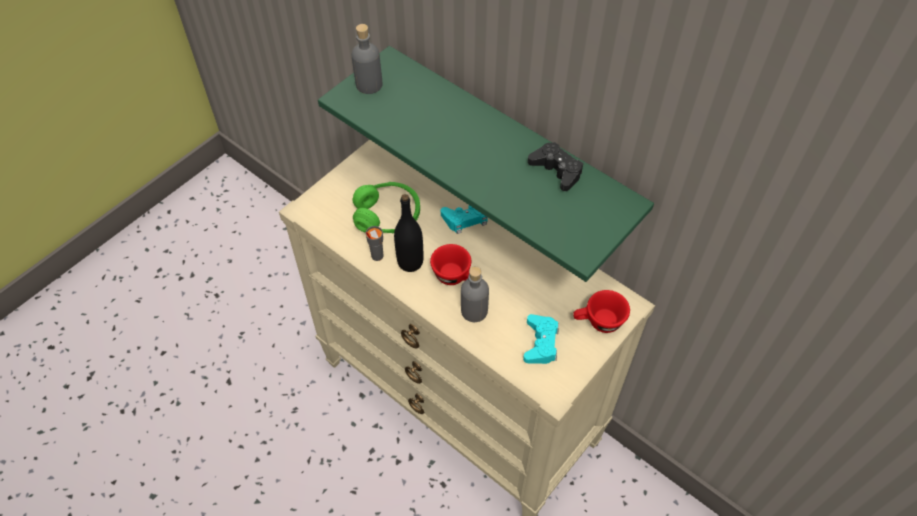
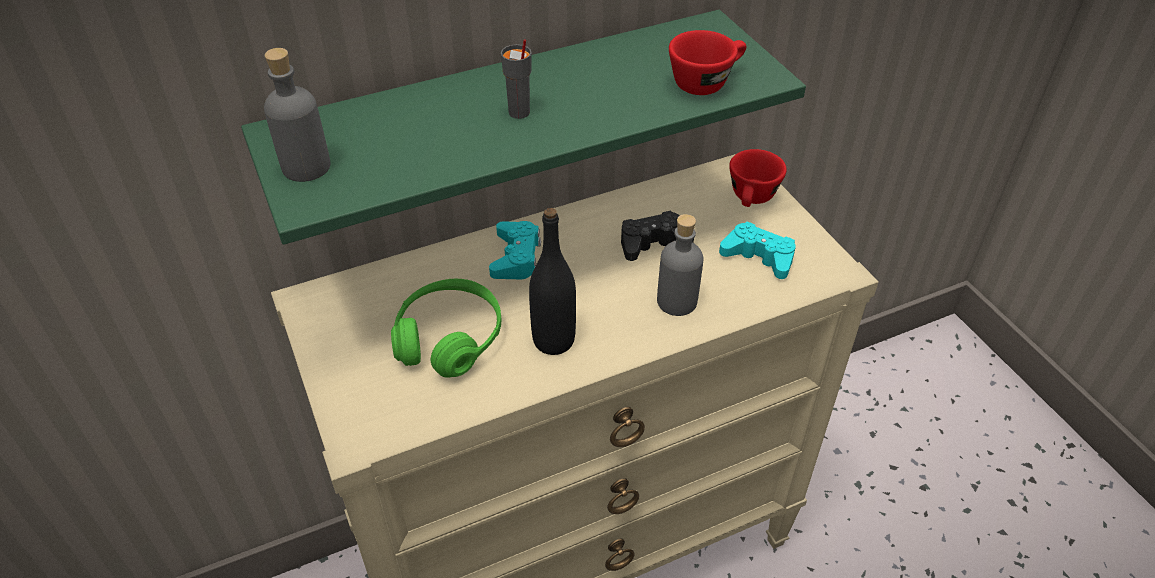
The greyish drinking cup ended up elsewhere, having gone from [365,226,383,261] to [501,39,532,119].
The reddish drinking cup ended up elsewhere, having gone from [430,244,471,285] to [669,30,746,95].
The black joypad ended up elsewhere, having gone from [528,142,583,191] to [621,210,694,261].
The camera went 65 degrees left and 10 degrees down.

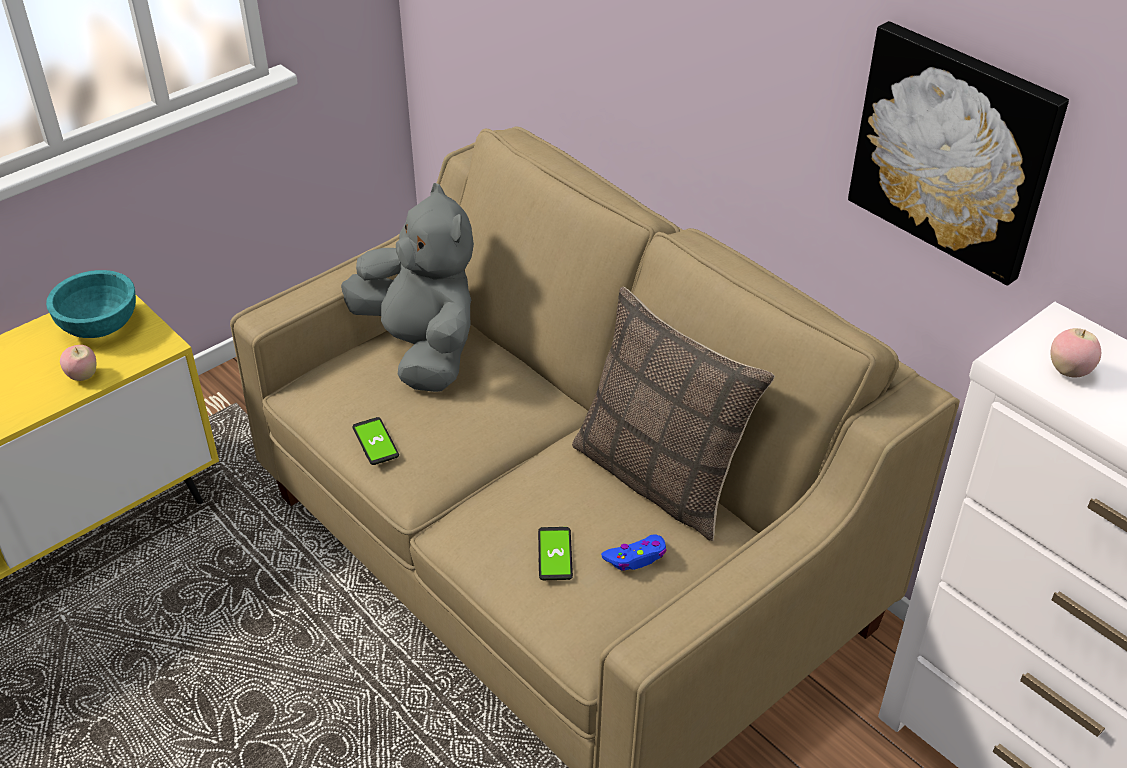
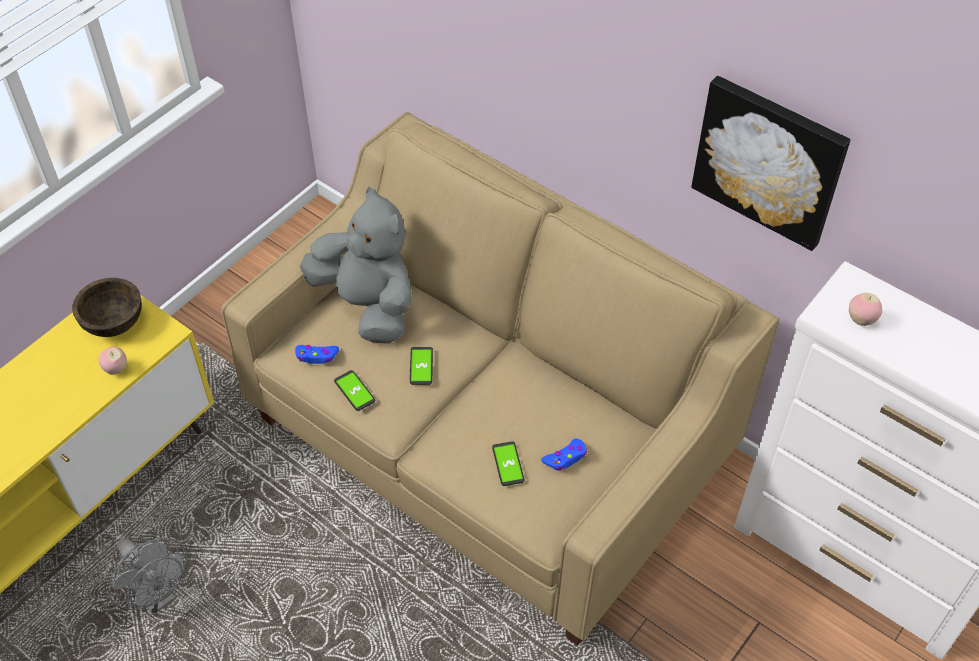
The second view lost the throw pillow at [572,287,775,541].
The second view gained the greyish fan at [109,538,187,615].
The second view gained the blue joypad at [295,345,339,364].
The second view gained the handset at [410,347,433,385].
What was the turquoise serving bowl at [46,270,136,338] turned into the brown serving bowl at [72,278,142,337].
The camera went 10 degrees left and 10 degrees up.

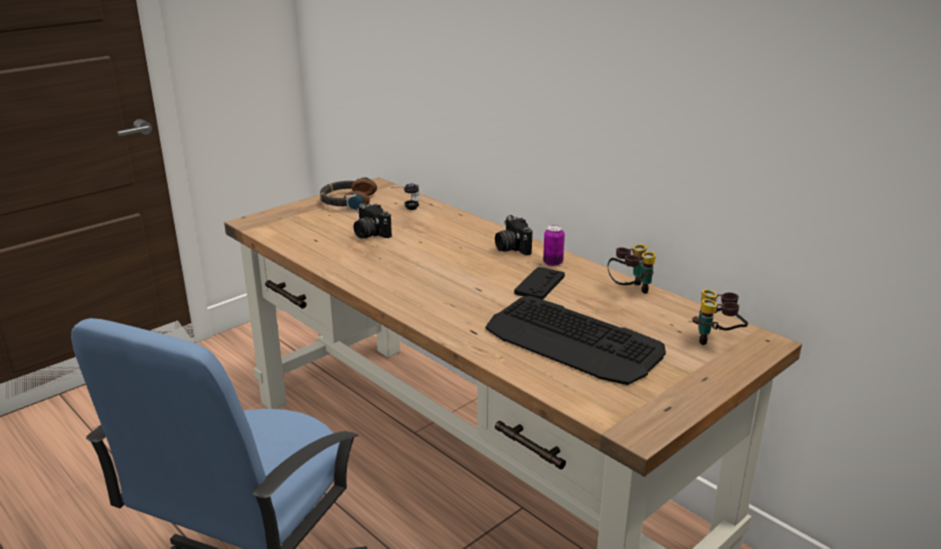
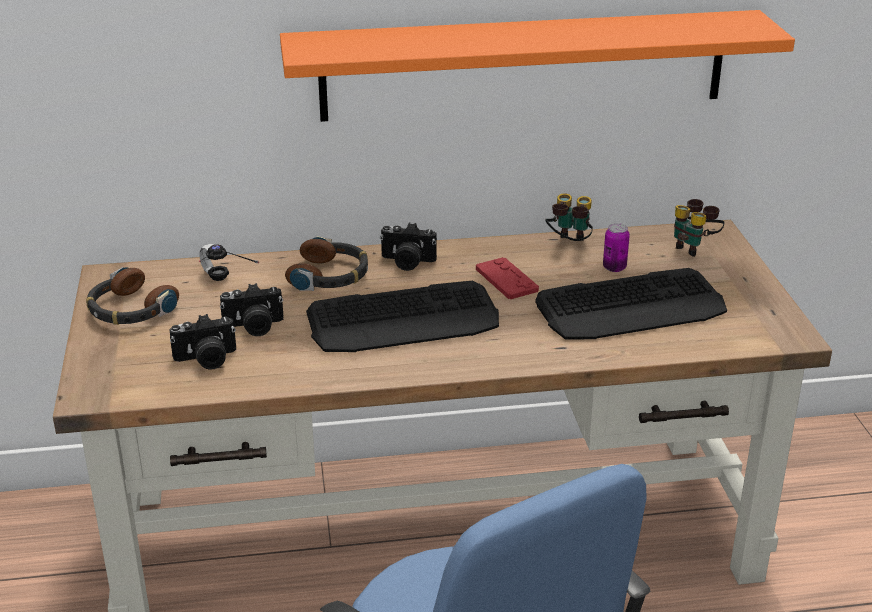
The second view gained the photo camera at [169,314,236,370].
The second view gained the orange-coloured wall shelf at [280,10,795,122].
The second view gained the headphones at [285,236,368,291].
The second view gained the PC keyboard at [306,281,499,352].
The can ended up elsewhere, having gone from [543,225,565,266] to [603,223,630,272].
What was the black joypad at [514,267,565,300] turned into the reddish joypad at [476,257,539,299].
The camera went 55 degrees left and 5 degrees up.

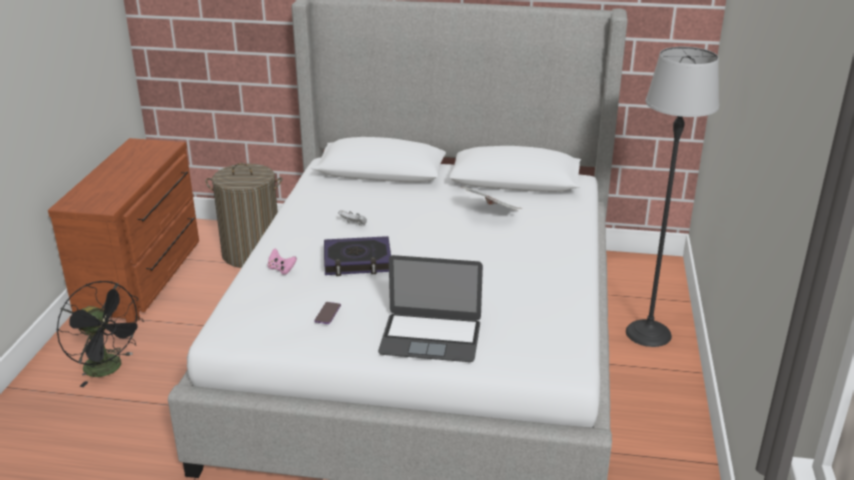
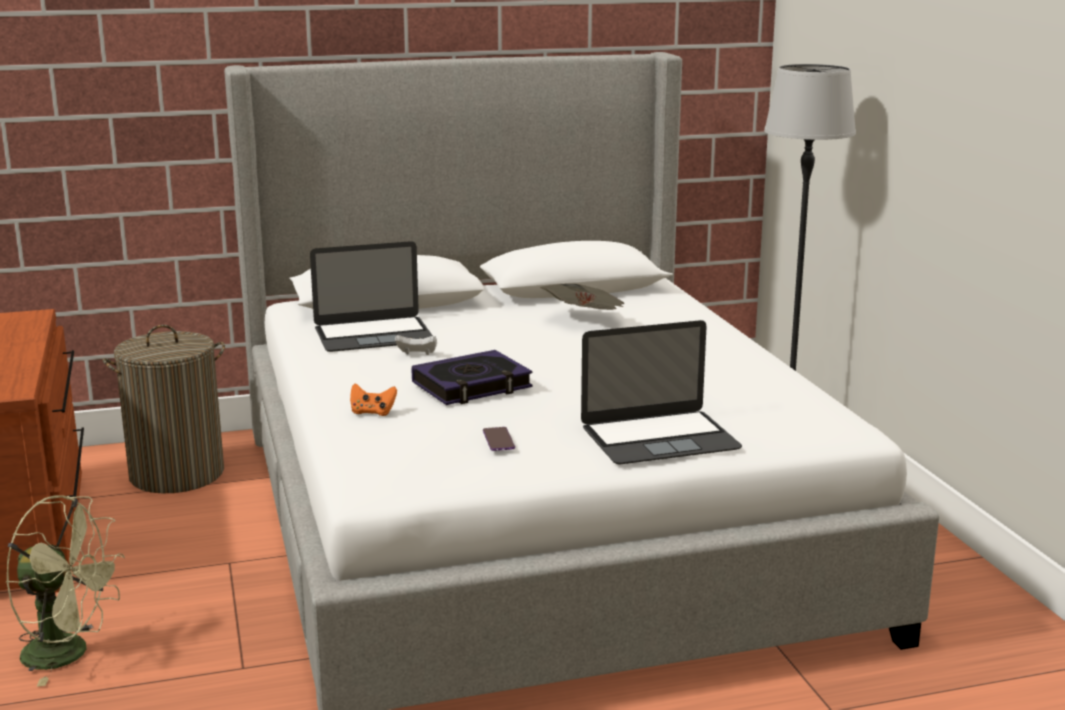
The second view gained the laptop at [310,241,433,352].
What was the black fan at [56,281,144,387] turned into the greenish fan at [6,495,125,687].
What was the pinkish joypad at [268,249,297,275] turned into the orange-coloured joypad at [350,384,397,416].
The camera went 25 degrees left and 10 degrees down.

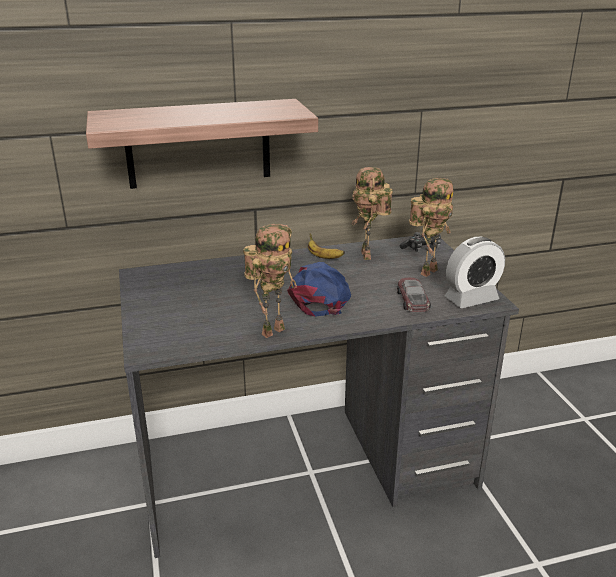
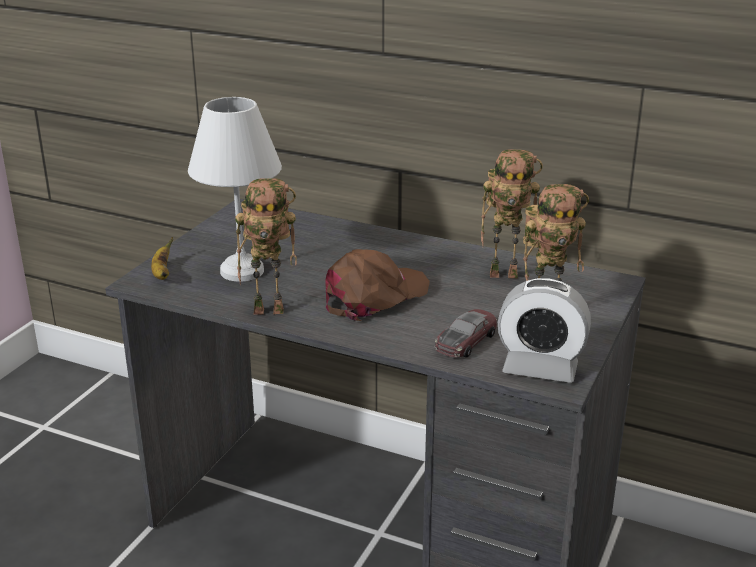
The second view lost the wall shelf at [86,99,318,189].
The second view lost the joypad at [399,232,441,252].
The second view gained the whitish tabletop lamp at [188,97,282,282].
The banana fruit ended up elsewhere, having gone from [308,233,345,259] to [151,237,173,280].
What was the blue cap at [287,262,351,317] turned into the brown cap at [325,249,430,321].
The model robot at [352,167,393,260] ended up facing another way, 120 degrees counterclockwise from before.
The camera went 40 degrees right and 0 degrees up.

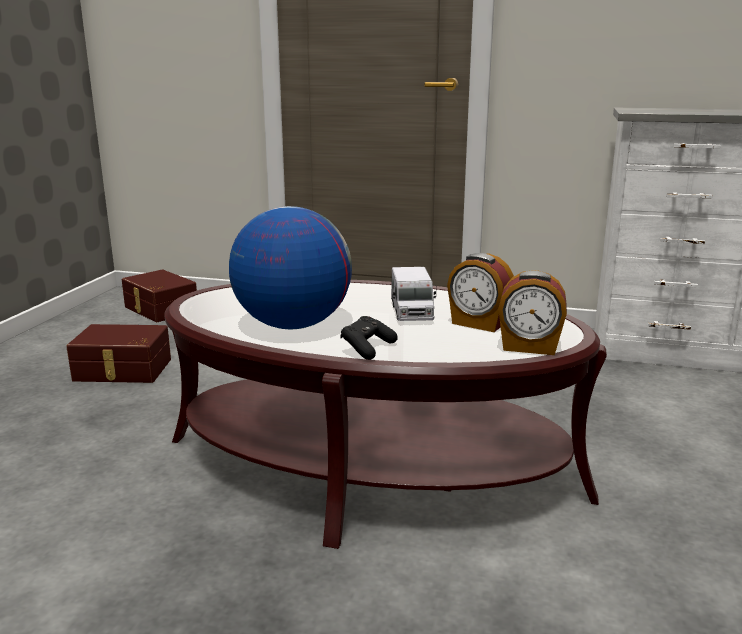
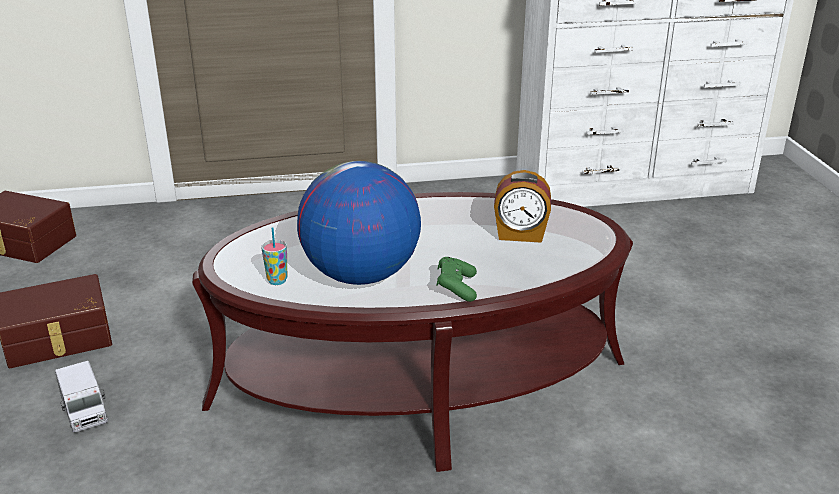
The second view lost the bedside clock at [498,270,567,355].
The second view gained the drinking cup at [261,227,287,285].
The model truck ended up elsewhere, having gone from [391,267,436,321] to [55,361,108,432].
What was the black joypad at [340,316,398,360] turned into the greenish joypad at [436,257,477,302].
The camera went 25 degrees left and 10 degrees up.

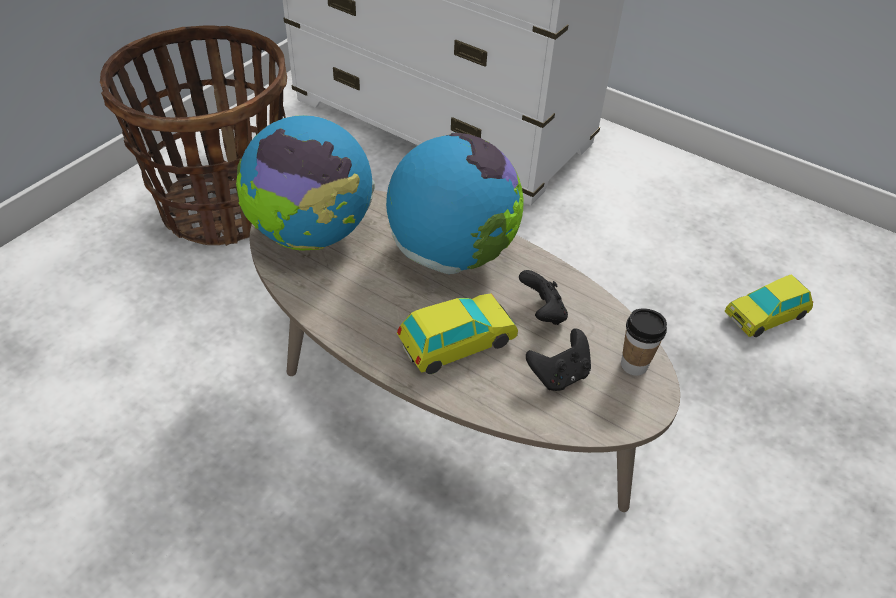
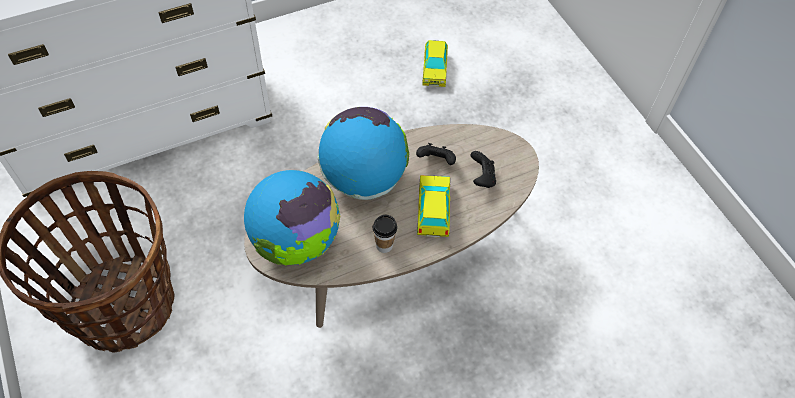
The drinking cup ended up elsewhere, having gone from [621,308,667,376] to [373,215,397,253].
The camera went 60 degrees left and 10 degrees up.

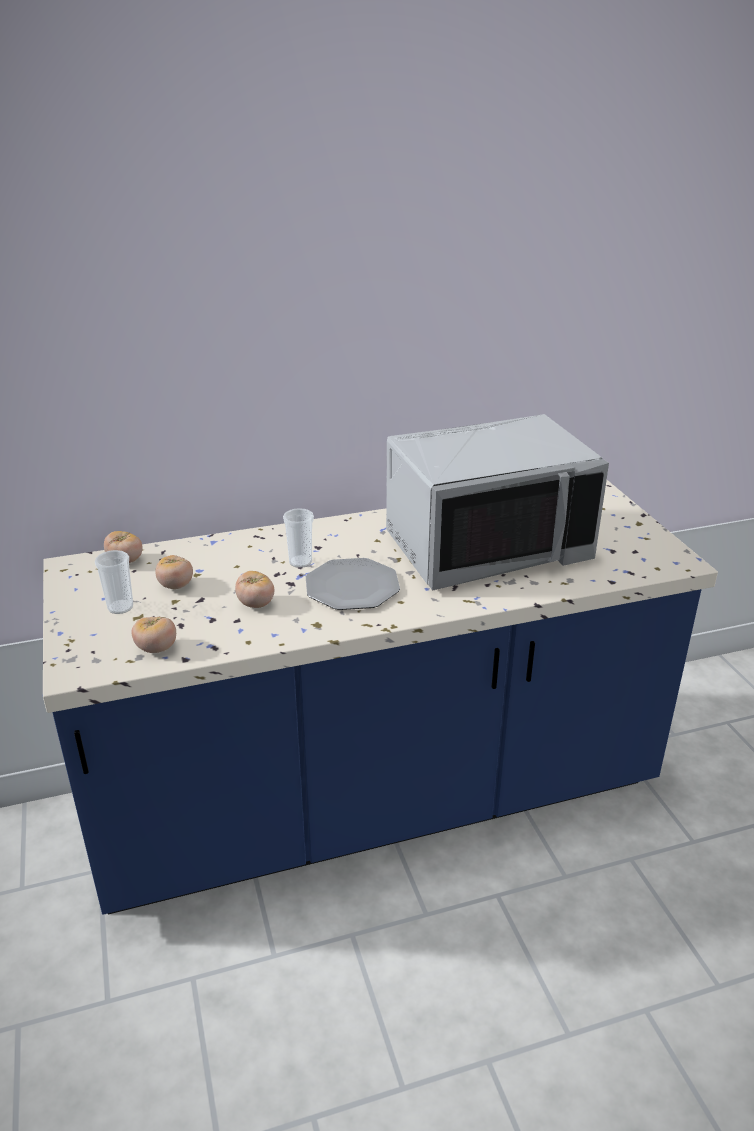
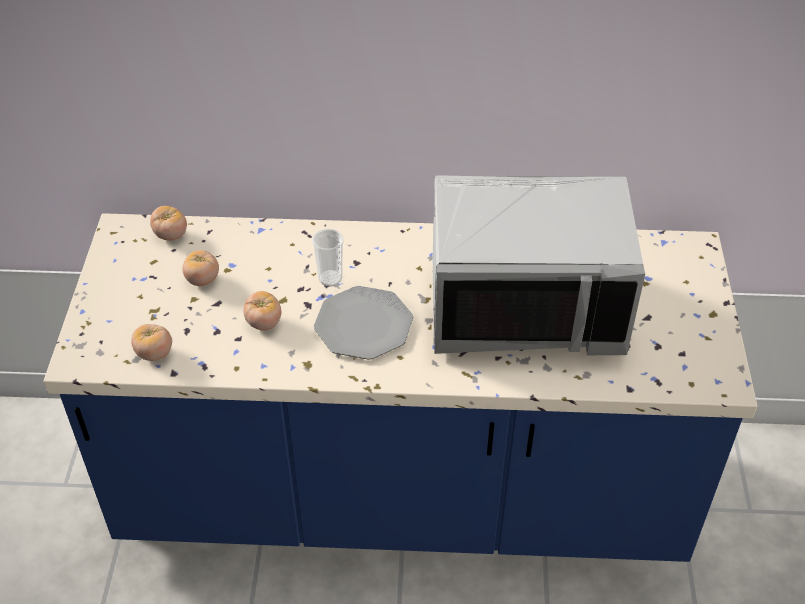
The second view lost the drinking cup at [95,550,133,614].
The camera went 20 degrees right and 15 degrees up.

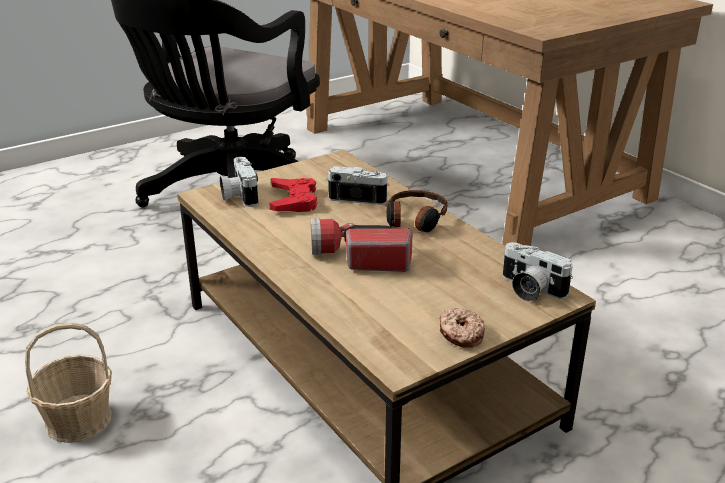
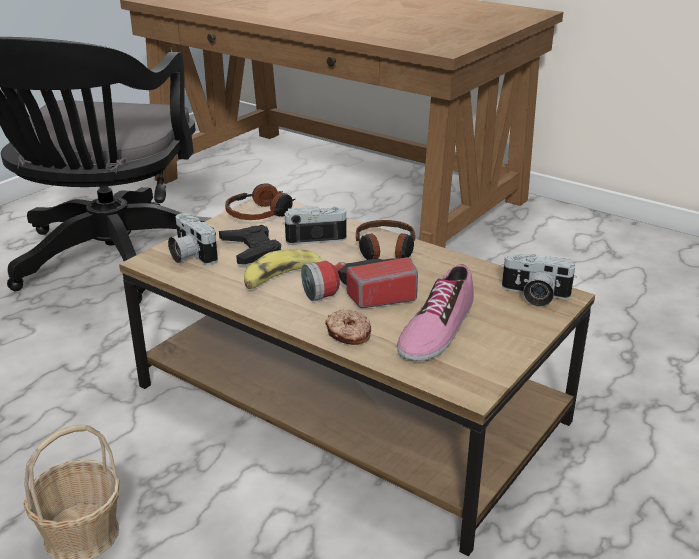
The second view gained the headphones at [225,183,295,220].
The second view gained the banana fruit at [244,249,323,289].
The second view gained the item of footwear at [397,264,474,361].
The donut ended up elsewhere, having gone from [439,308,485,348] to [325,310,371,345].
What was the reddish joypad at [270,178,317,212] turned into the black joypad at [219,225,281,264].
The camera went 20 degrees left and 0 degrees up.

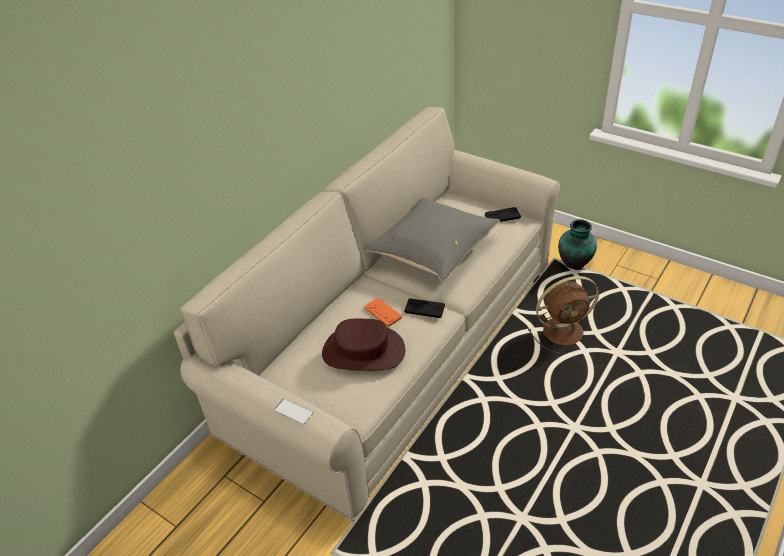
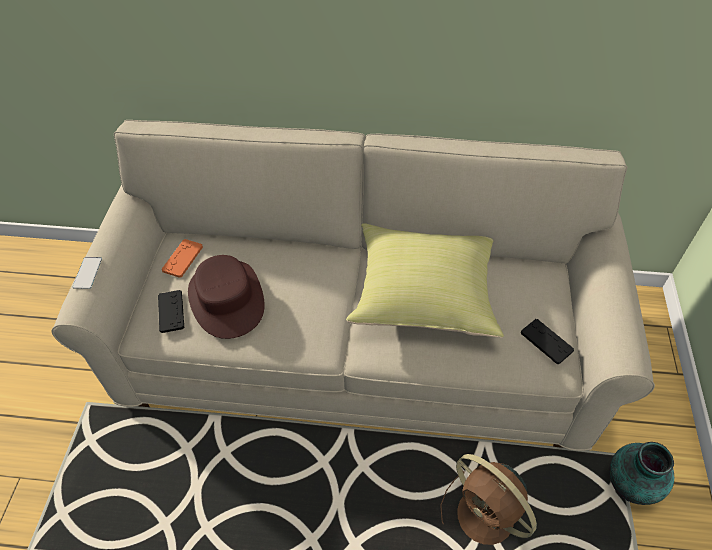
The orange-coloured joypad ended up elsewhere, having gone from [364,298,402,327] to [162,239,203,278].
The black joypad ended up elsewhere, having gone from [404,298,445,318] to [158,290,184,333].
What was the greyish throw pillow at [364,197,500,282] turned into the yellow-coloured throw pillow at [346,223,504,338].
The camera went 60 degrees right and 10 degrees up.

